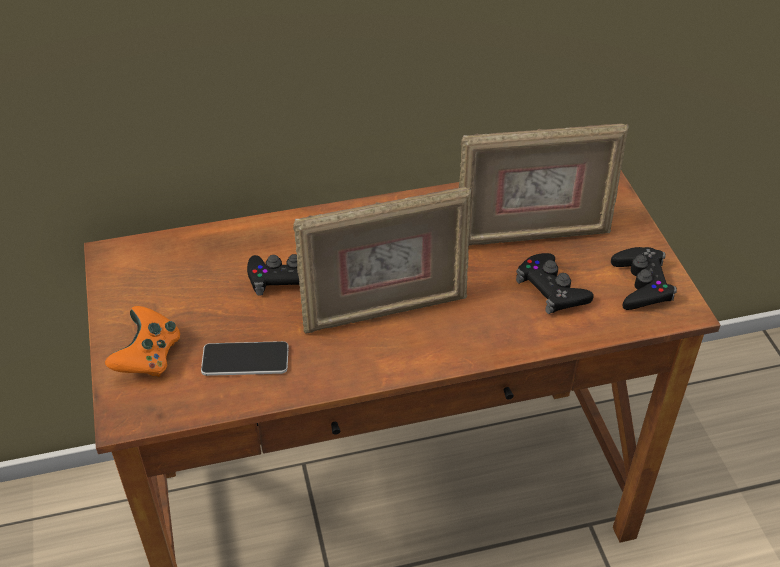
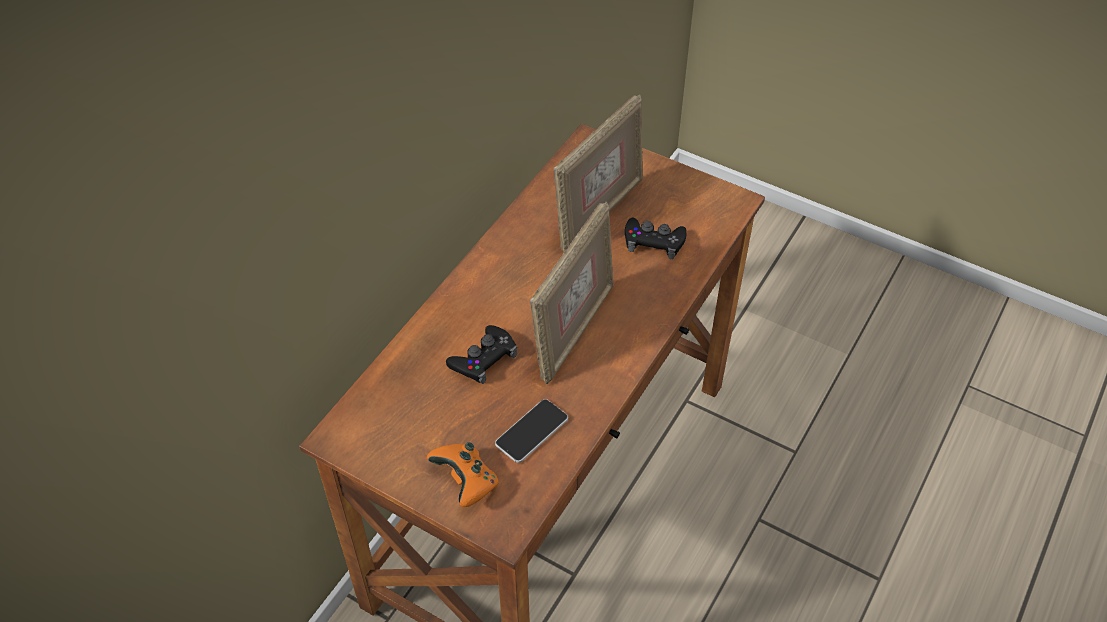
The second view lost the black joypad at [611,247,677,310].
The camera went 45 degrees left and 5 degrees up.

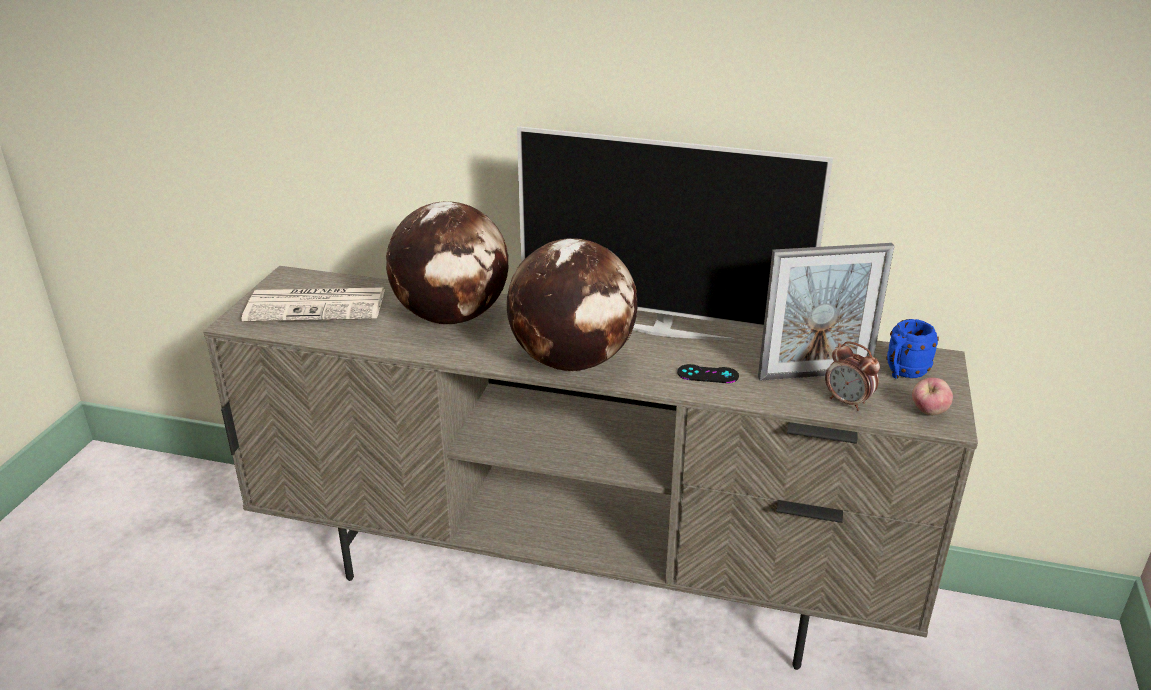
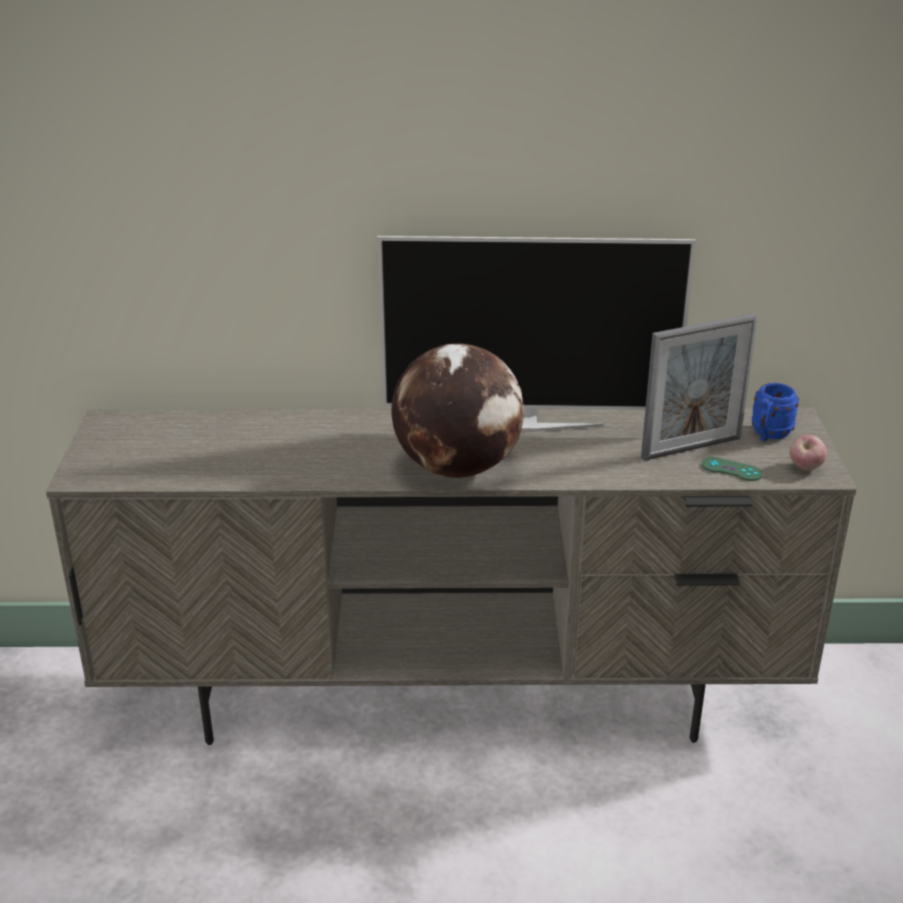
The second view lost the daily paper at [241,287,385,322].
The second view lost the world globe at [386,201,508,324].
The second view lost the black joypad at [677,364,739,383].
Where the bedside clock stood at [825,341,880,411], the greenish joypad came to stand at [702,457,763,481].
The camera went 15 degrees left and 0 degrees up.

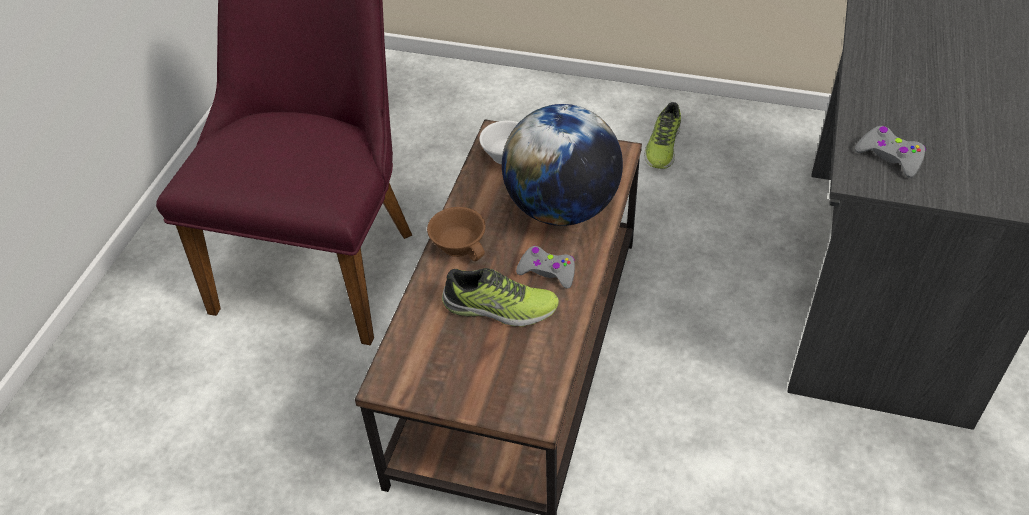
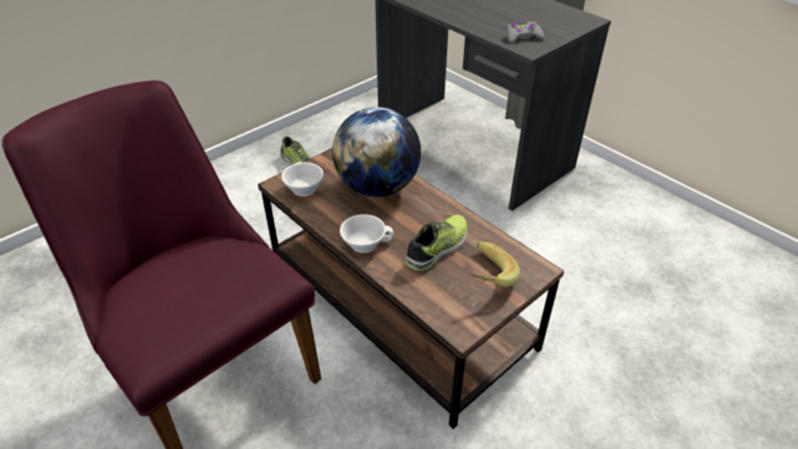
The second view lost the greyish joypad at [516,246,575,289].
The second view gained the banana fruit at [472,242,520,287].
What was the brown drinking cup at [427,207,486,261] turned into the whitish drinking cup at [340,214,394,253].
The camera went 60 degrees left and 5 degrees down.

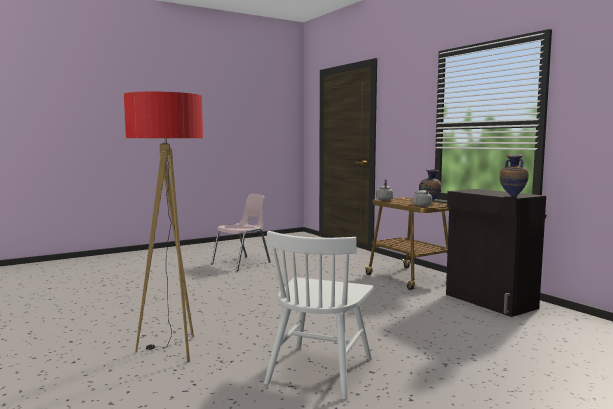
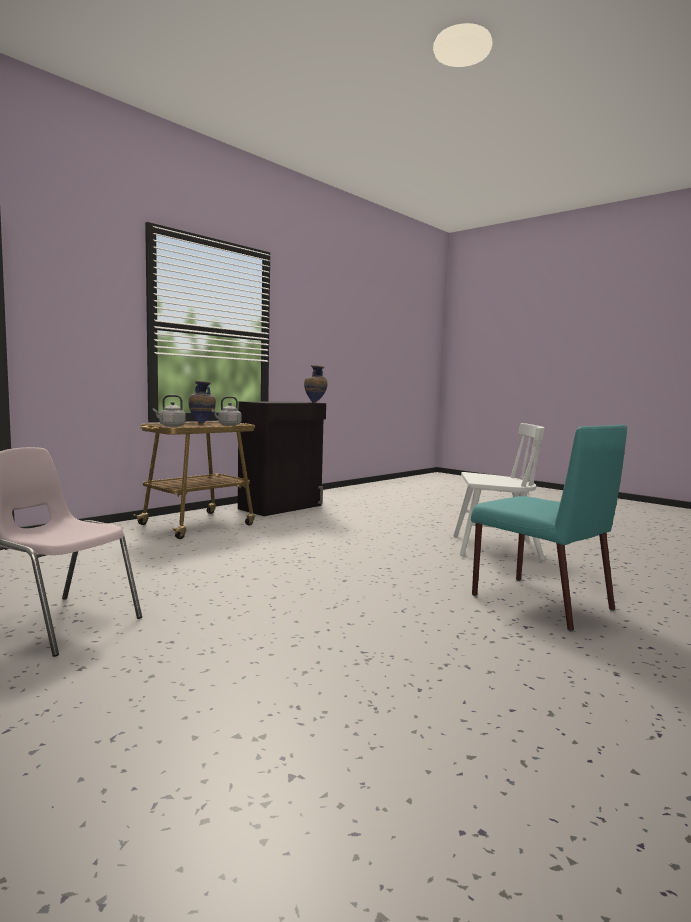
Where the standing lamp stood at [124,91,203,362], the turquoise plain chair came to stand at [471,425,627,631].
The camera went 105 degrees left and 0 degrees up.

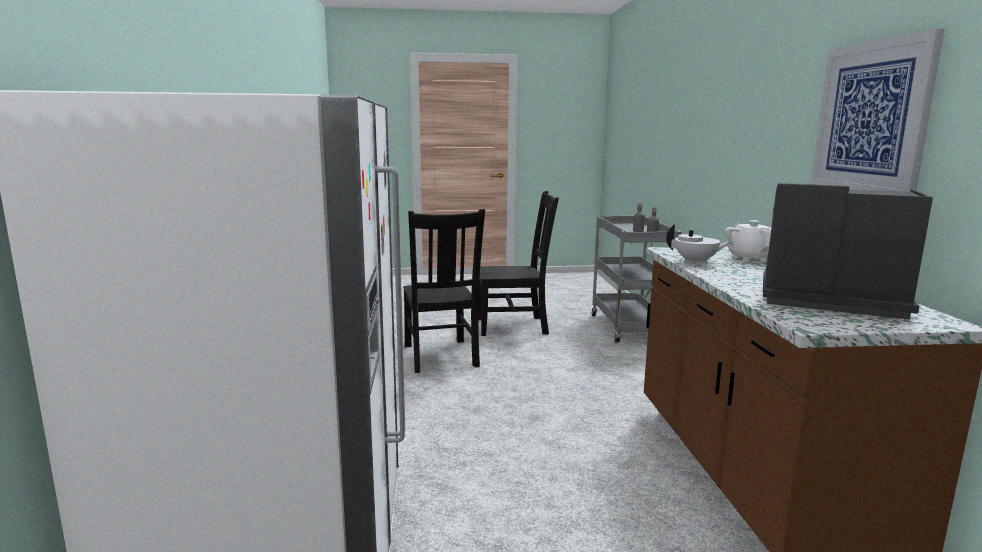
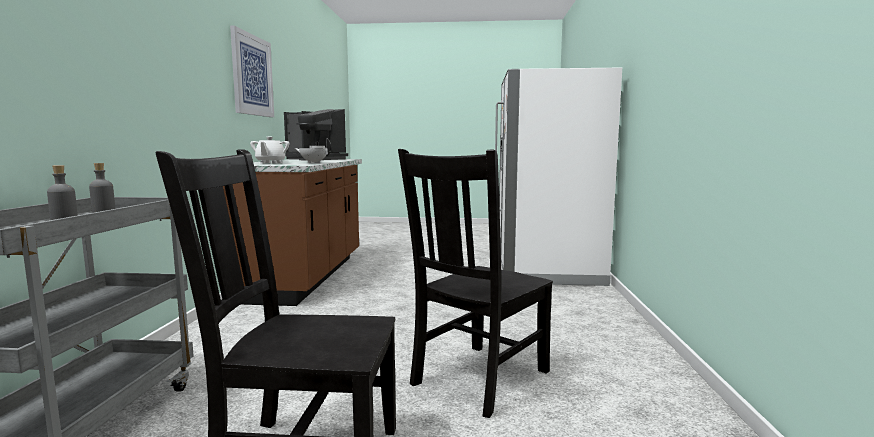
The black plain chair at [403,209,485,373] ended up facing another way, 135 degrees counterclockwise from before.
The camera went 170 degrees left and 5 degrees down.

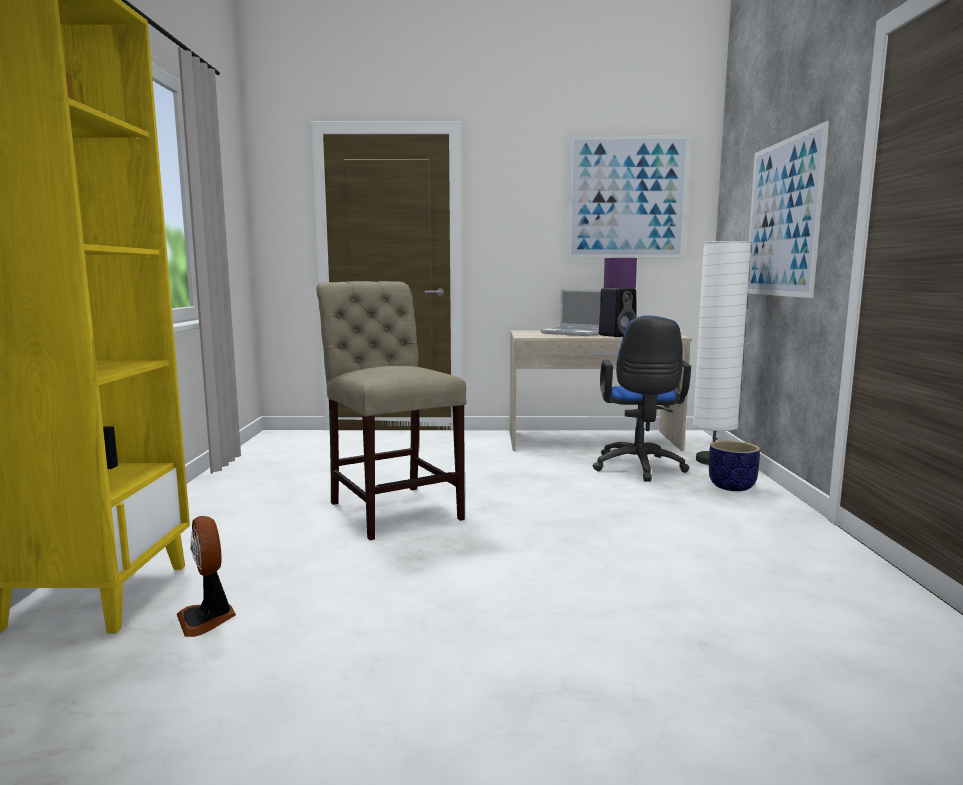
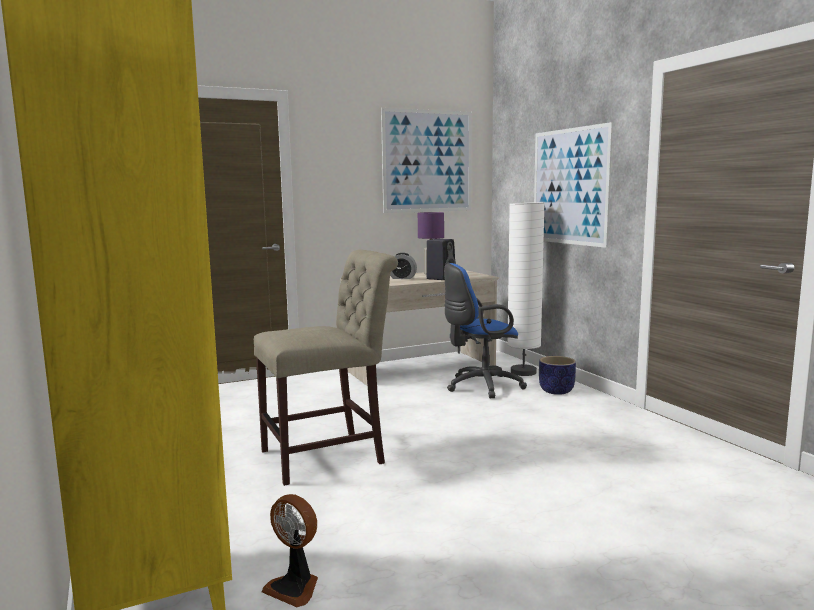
Where the laptop stood at [540,290,601,336], the bedside clock came to stand at [390,253,417,279].
The beige plain chair at [316,281,466,540] ended up facing another way, 120 degrees clockwise from before.
The blue desk chair at [593,315,691,482] ended up facing another way, 90 degrees clockwise from before.
The camera went 25 degrees left and 0 degrees up.

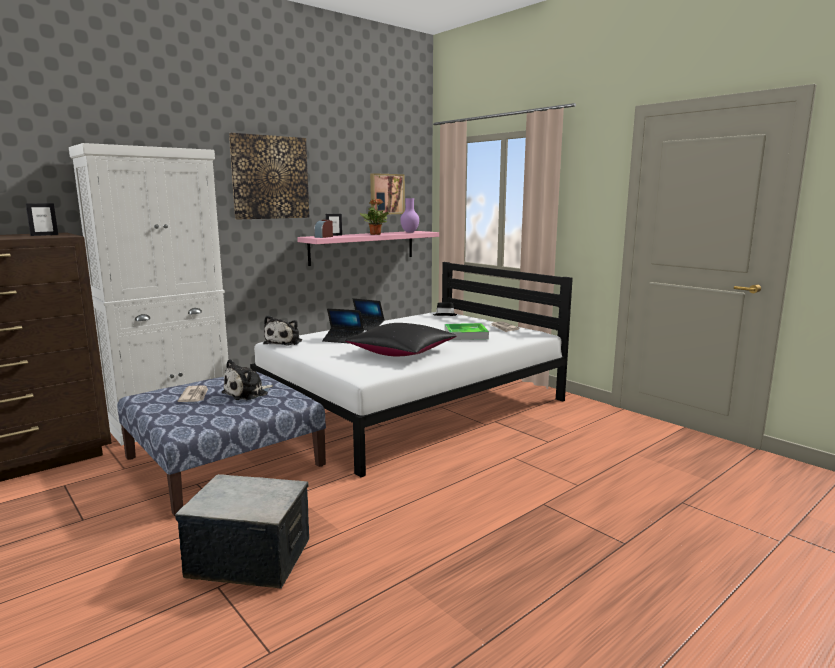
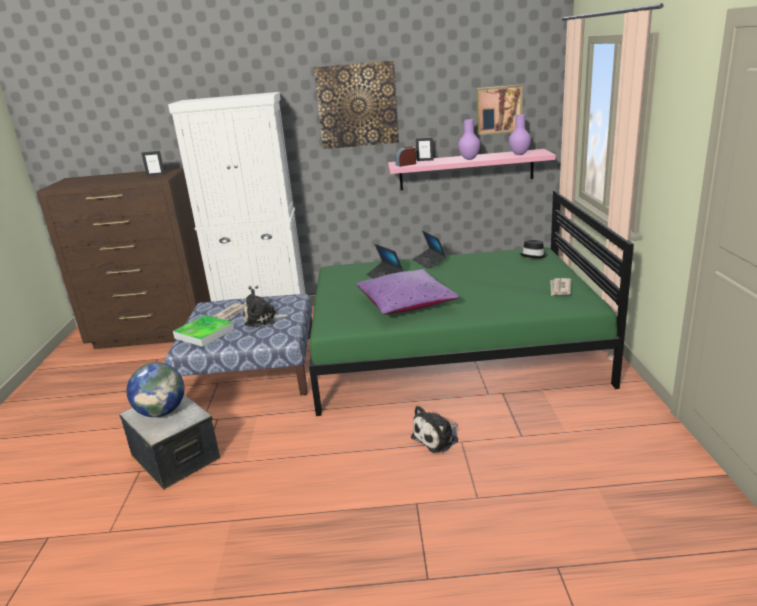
The second view gained the world globe at [126,362,184,417].
The soft toy ended up elsewhere, having gone from [263,315,302,345] to [411,405,459,453].
The tray ended up elsewhere, having gone from [445,323,489,340] to [173,315,234,347].
Where the plant in a pot stood at [360,199,389,235], the purplish vase came to stand at [458,119,480,160].
What was the whitish sleeping bed at [250,262,573,477] turned into the greenish sleeping bed at [309,191,634,416].
What was the black throw pillow at [345,323,456,356] turned into the purplish throw pillow at [356,269,459,314].
The camera went 40 degrees right and 10 degrees up.

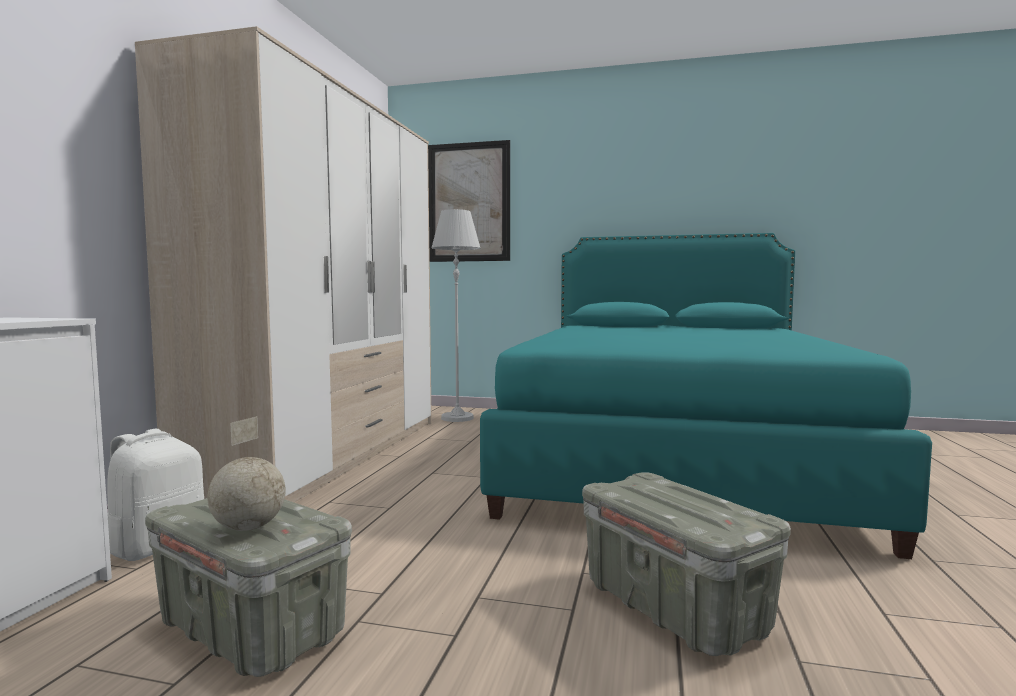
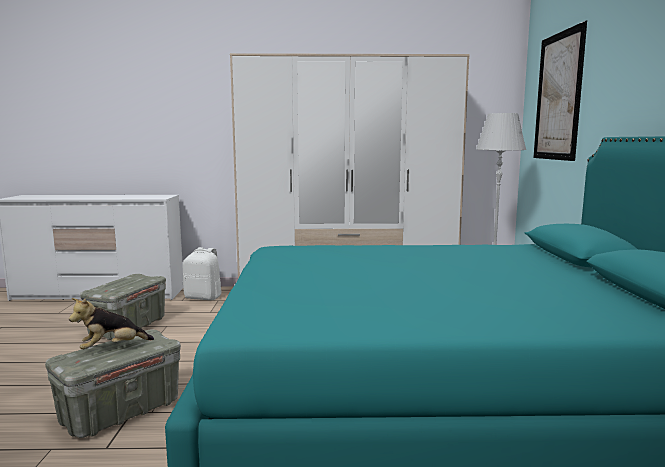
The second view lost the world globe at [207,416,286,531].
The second view gained the soft toy at [69,298,154,349].
The camera went 75 degrees right and 5 degrees up.

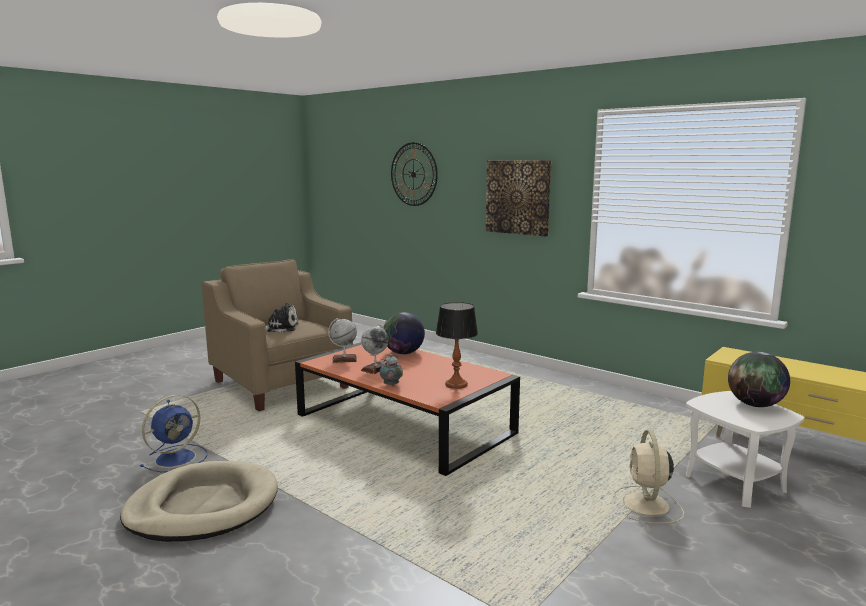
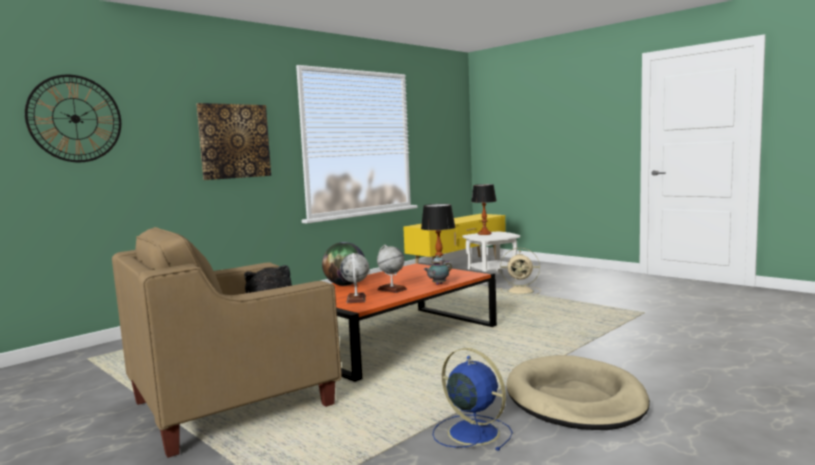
Where the world globe stood at [728,352,790,407], the tabletop lamp came to stand at [471,184,496,235].
The camera went 85 degrees left and 5 degrees down.

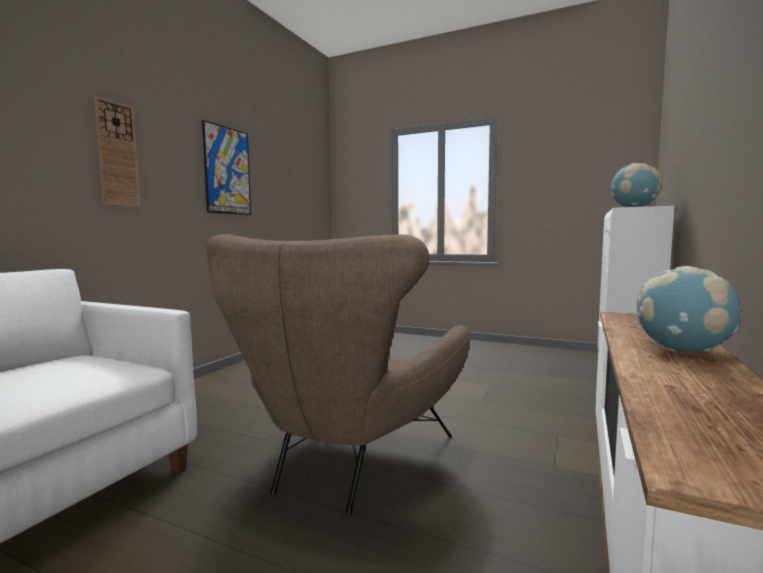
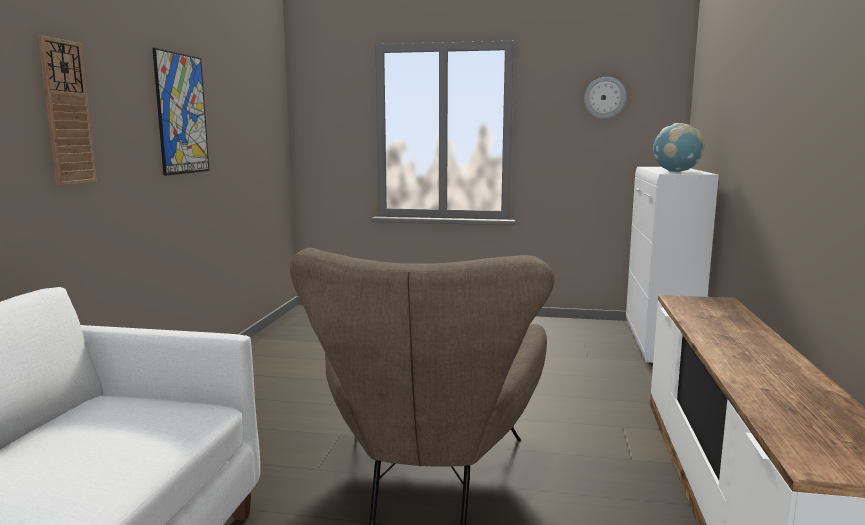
The second view lost the world globe at [637,266,740,352].
The second view gained the clock on the wall at [584,77,626,119].
The camera went 15 degrees left and 5 degrees up.

